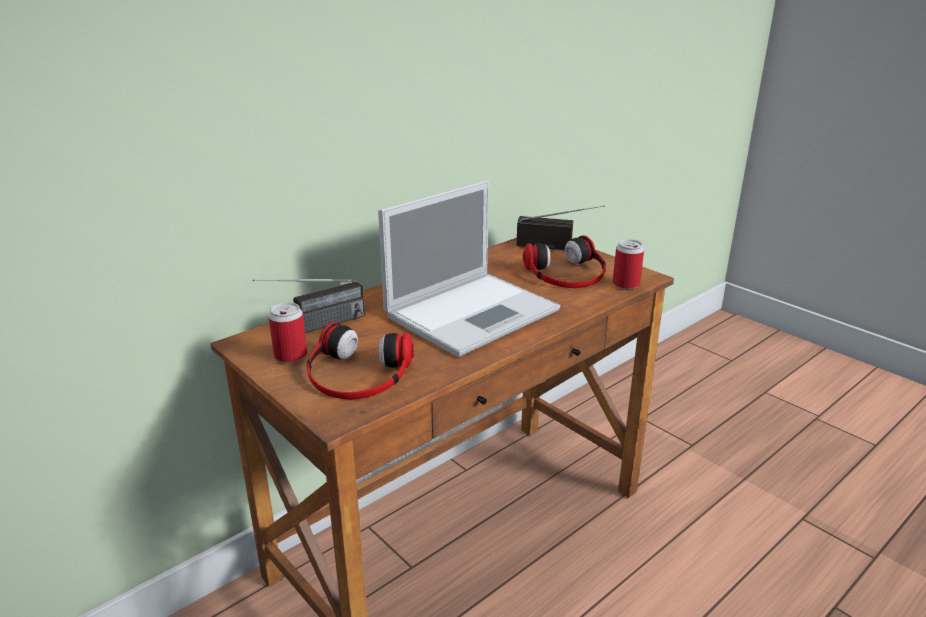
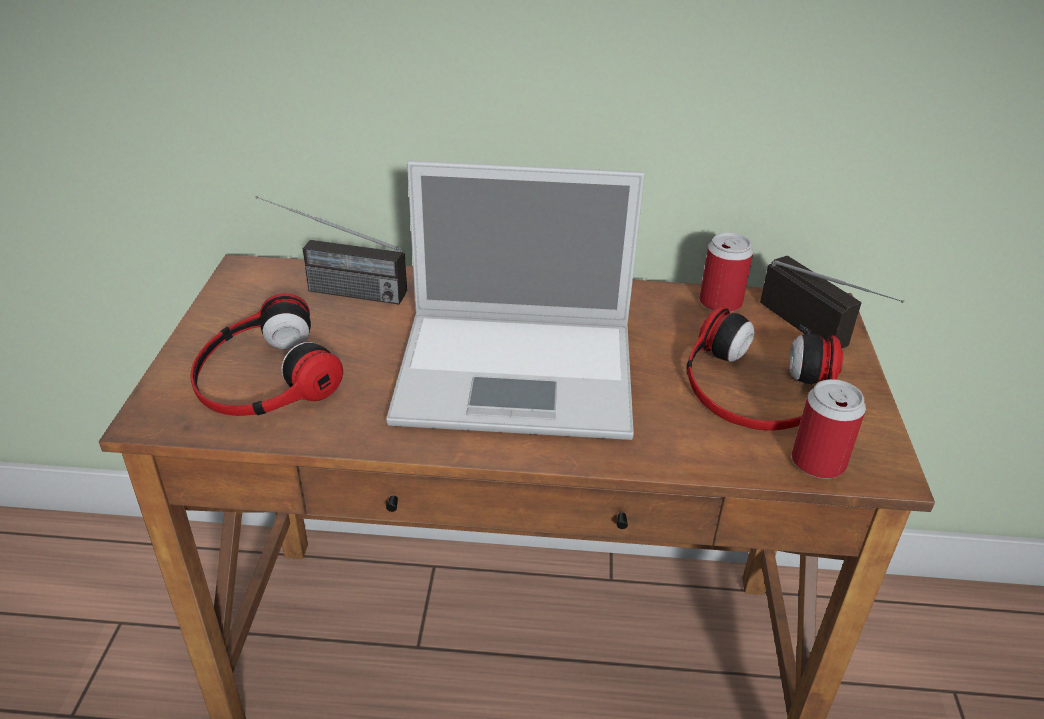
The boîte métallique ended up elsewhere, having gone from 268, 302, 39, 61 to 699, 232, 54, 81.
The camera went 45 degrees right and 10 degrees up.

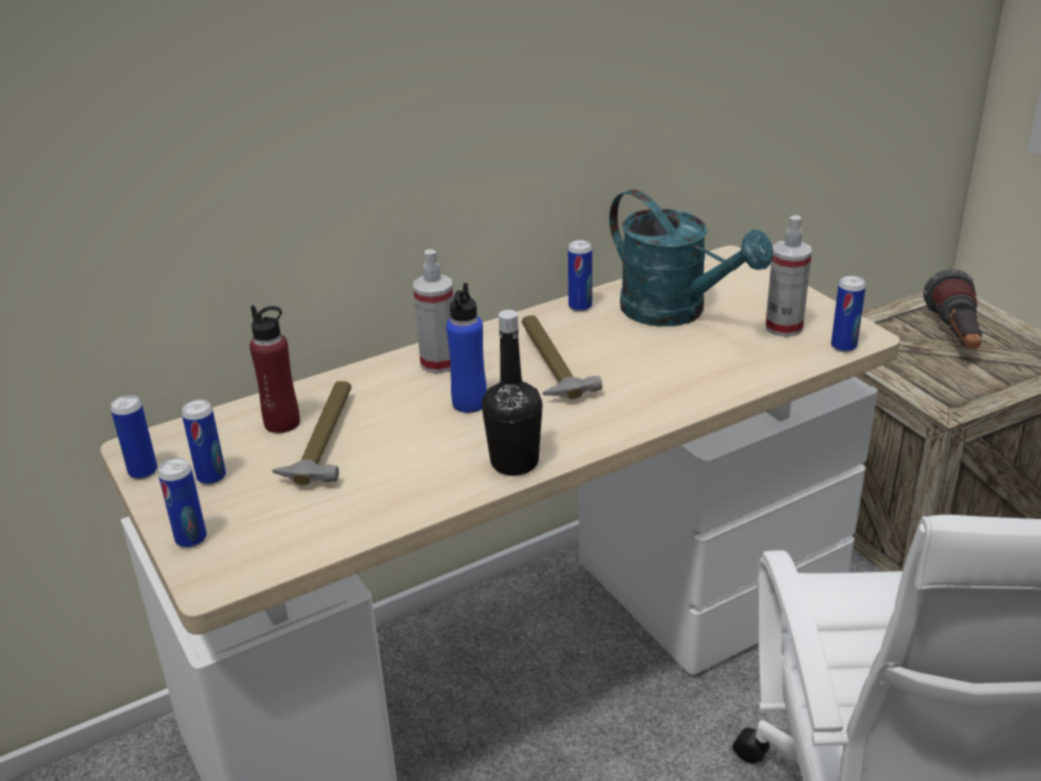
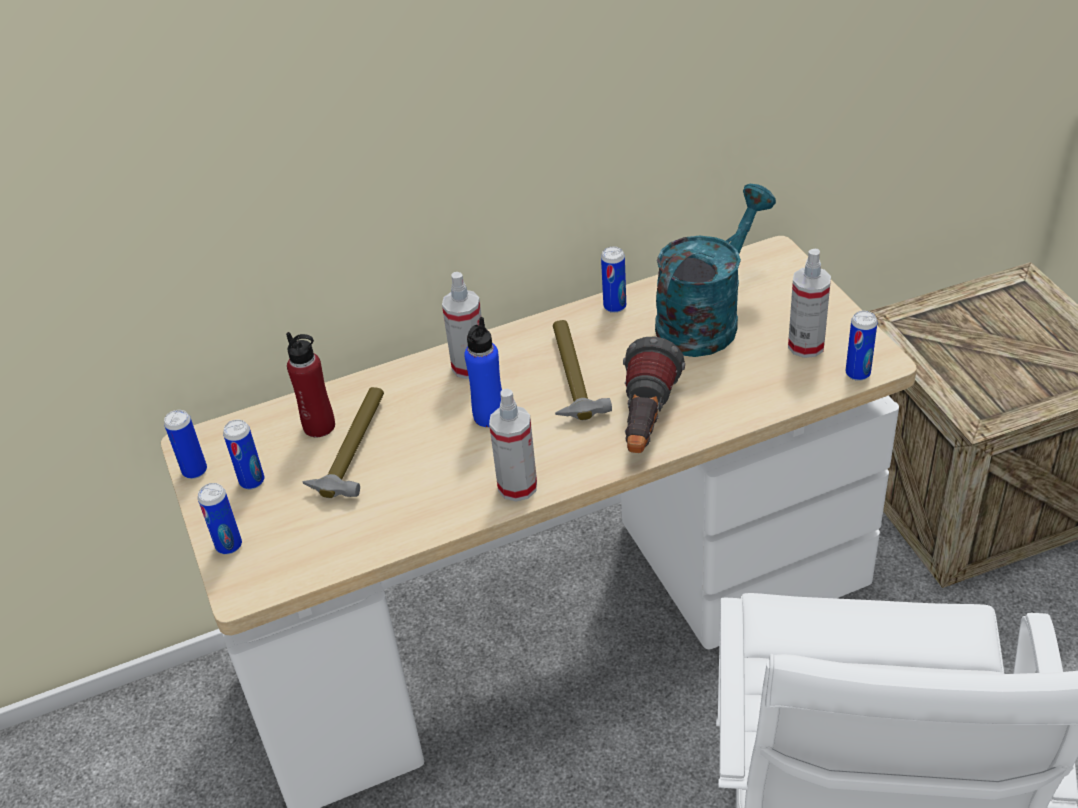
The lampe de poche ended up elsewhere, having gone from 923, 269, 59, 80 to 623, 337, 62, 116.
Where the bouteille/noir stood at 482, 310, 60, 166, the vaporisateur came to stand at 489, 389, 48, 112.
The arrosoir/turquoise at 609, 189, 164, 137 ended up facing another way, 105 degrees counterclockwise from before.
The camera went 10 degrees right and 10 degrees up.

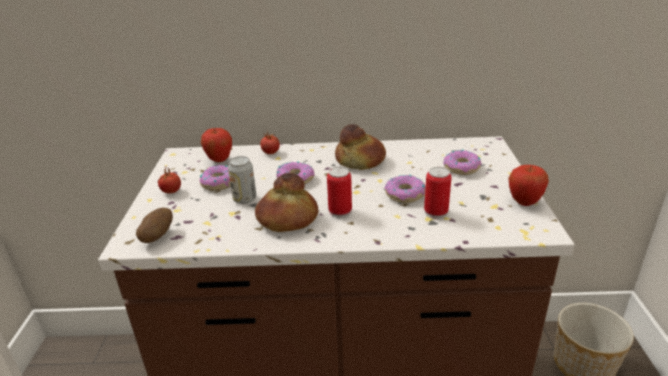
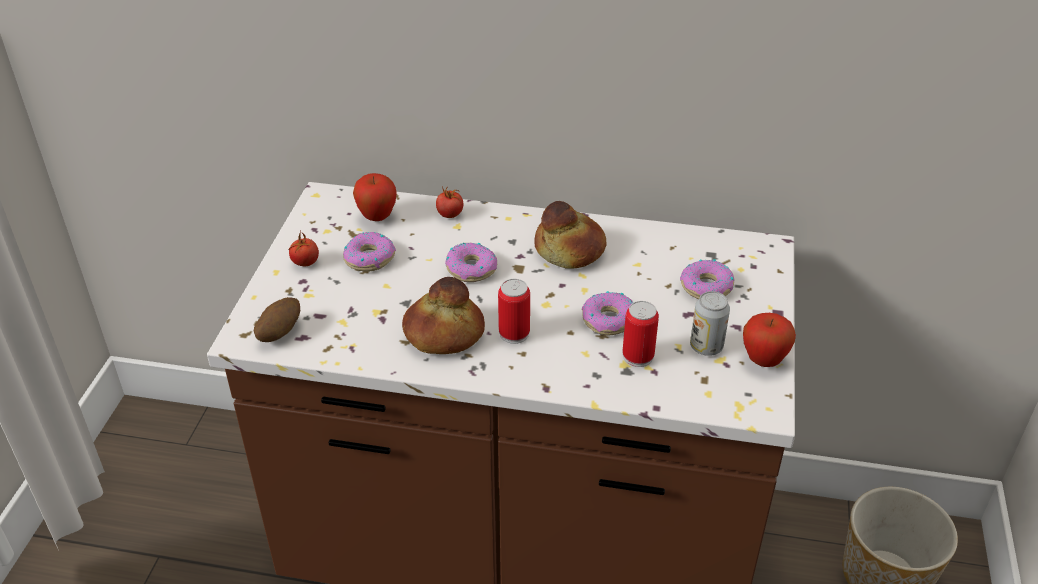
The boîte métallique ended up elsewhere, having gone from 228, 156, 28, 48 to 690, 291, 40, 65.
The camera went 10 degrees right and 10 degrees up.

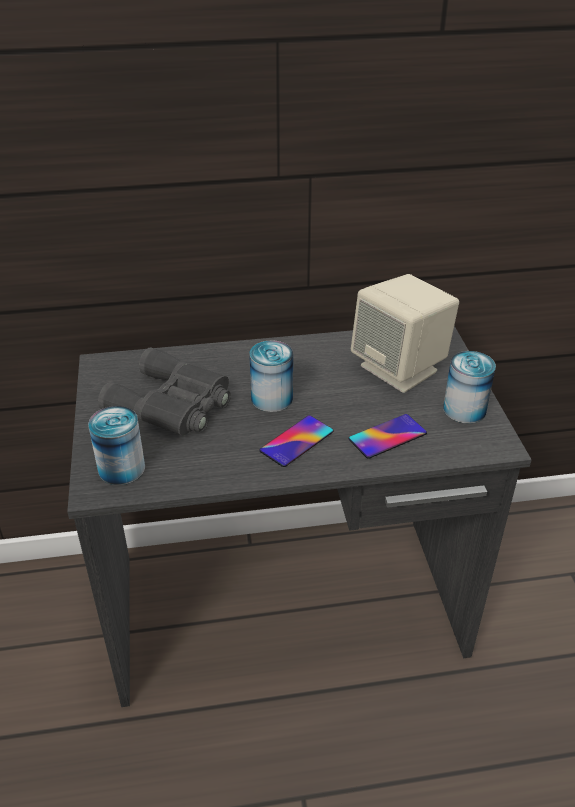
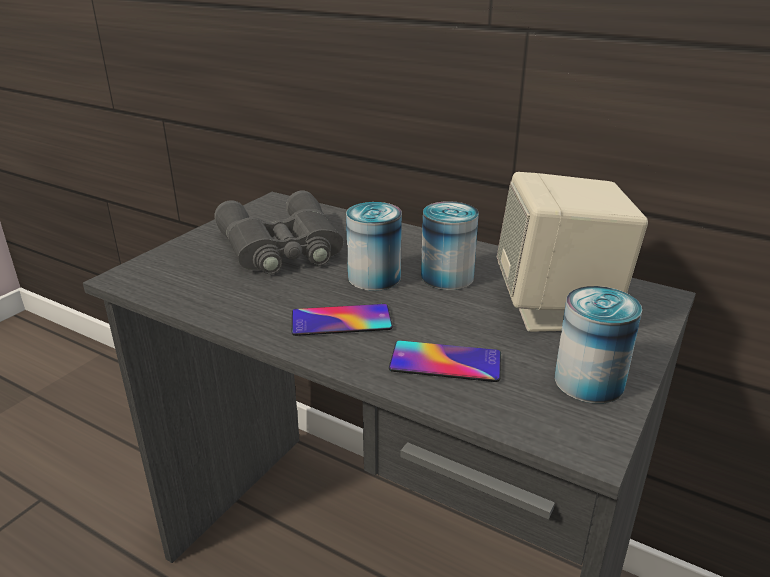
The boîte métallique ended up elsewhere, having gone from 88, 406, 57, 79 to 421, 201, 58, 89.
The camera went 40 degrees right and 10 degrees down.

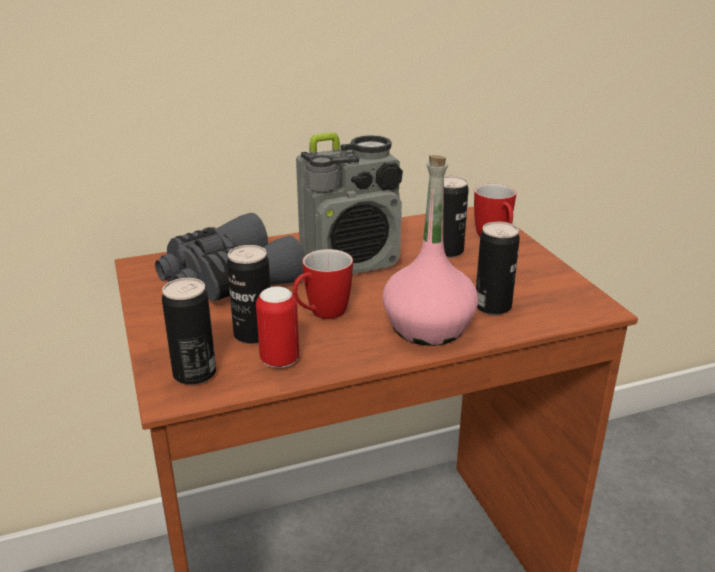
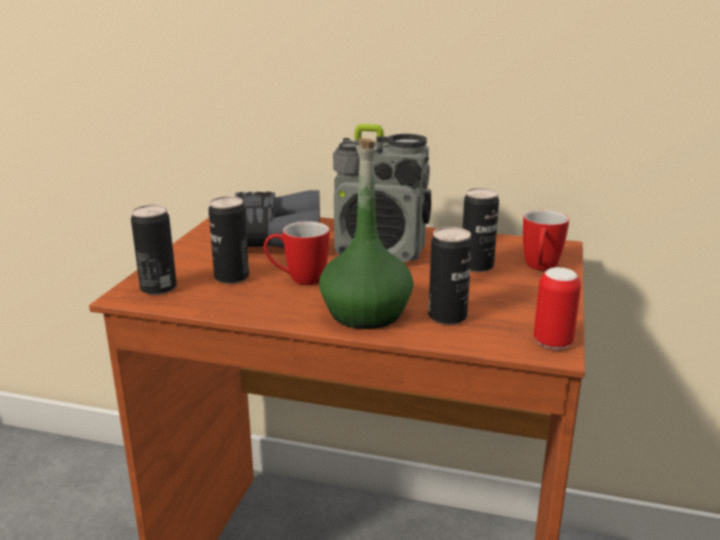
The boîte métallique ended up elsewhere, having gone from 256, 287, 43, 81 to 534, 267, 47, 82.
What was the bouteille/rose at 382, 155, 96, 191 turned into the bouteille/vert at 319, 138, 94, 191.
The camera went 35 degrees right and 5 degrees down.

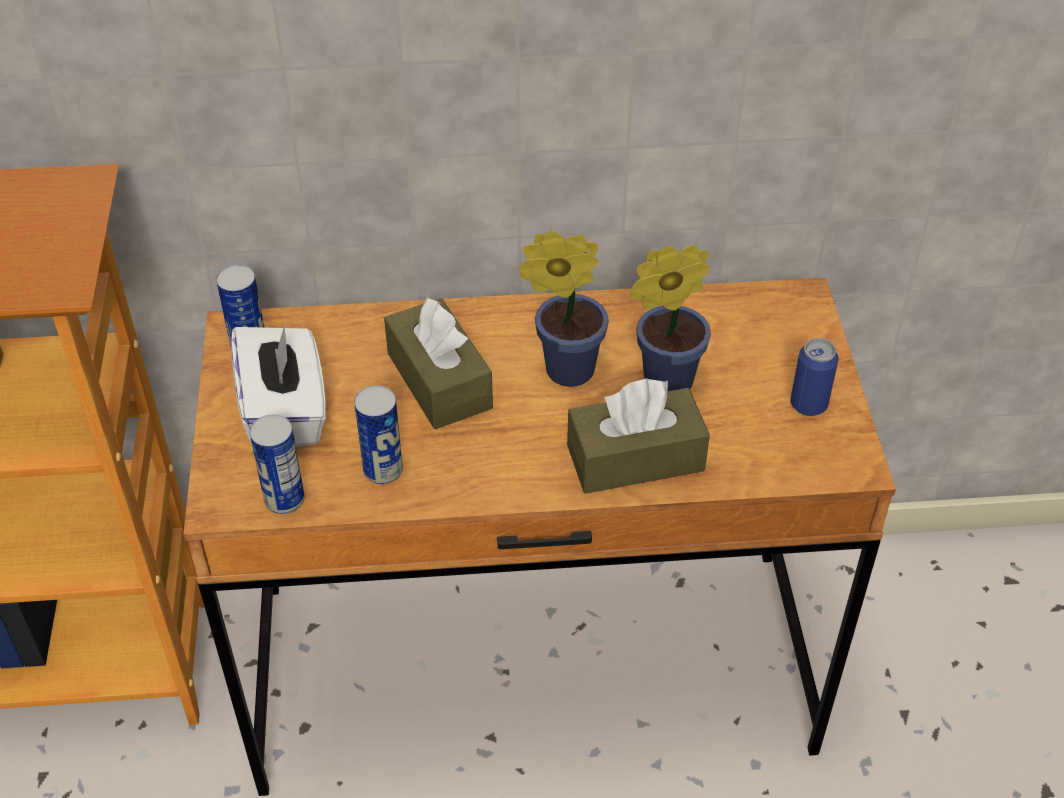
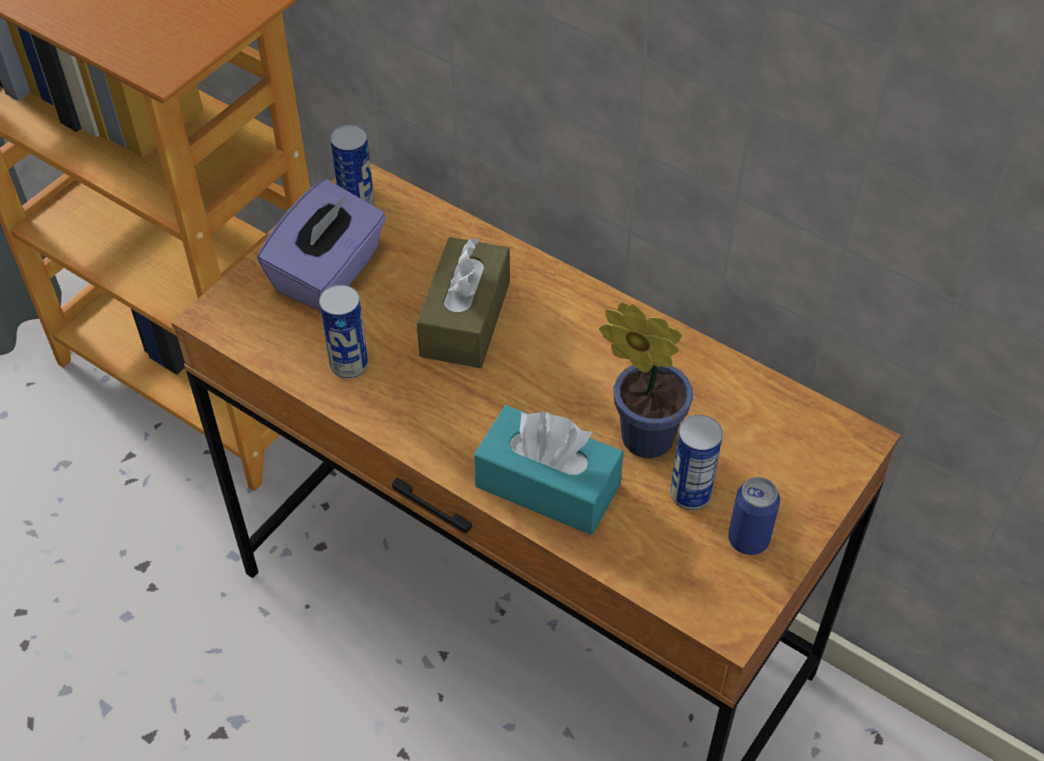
The second view lost the plante en pot at 518, 231, 91, 156.
The boîte métallique ended up elsewhere, having gone from 250, 414, 55, 100 to 670, 415, 53, 95.
What was the boîte à mouchoirs/blanc at 231, 322, 95, 125 turned into the boîte à mouchoirs/violet at 257, 179, 129, 131.
What was the boîte à mouchoirs/marron at 567, 378, 143, 116 turned into the boîte à mouchoirs/turquoise at 474, 405, 150, 130.
The camera went 40 degrees right and 5 degrees up.

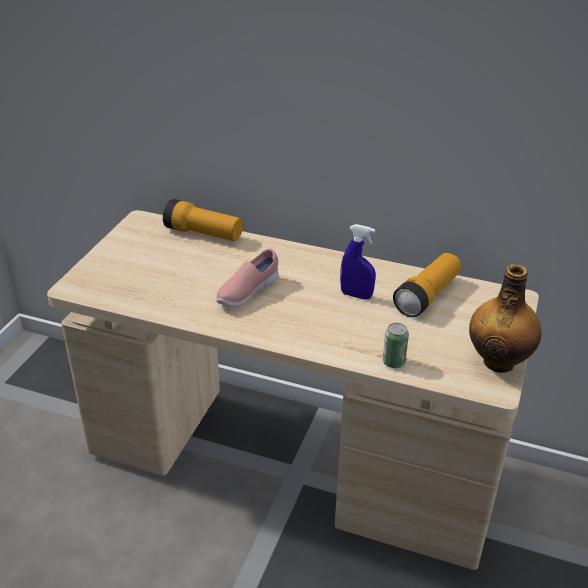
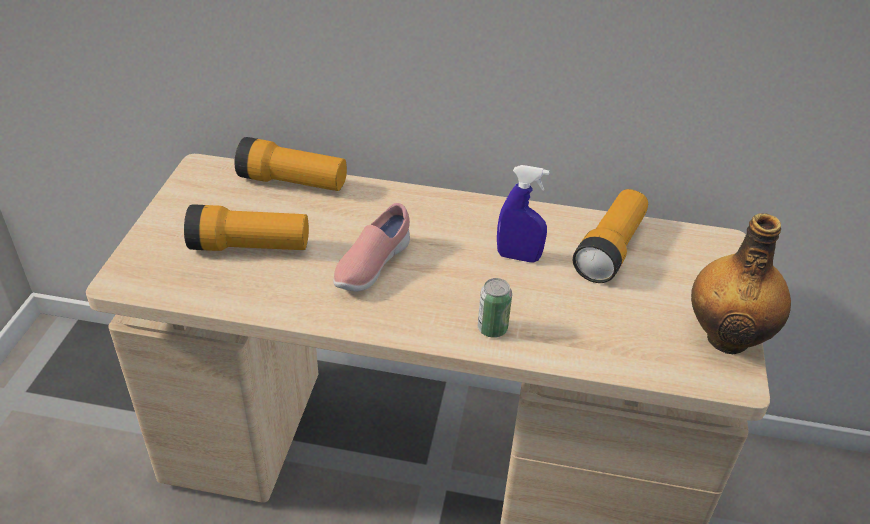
The second view gained the lampe de poche at 184, 205, 125, 46.
The boîte métallique ended up elsewhere, having gone from 382, 323, 27, 45 to 478, 278, 34, 60.
The camera went 10 degrees left and 5 degrees up.

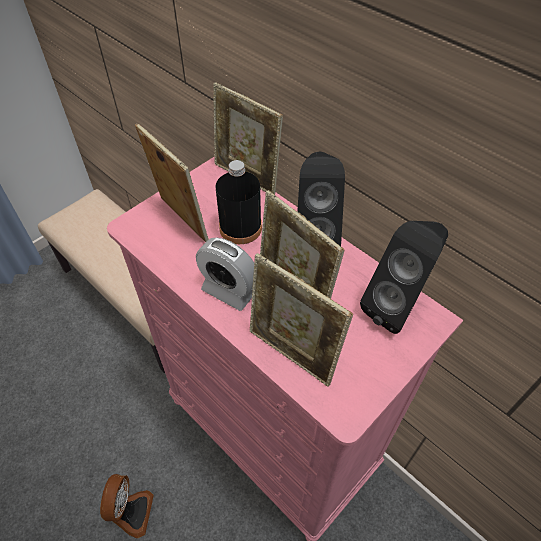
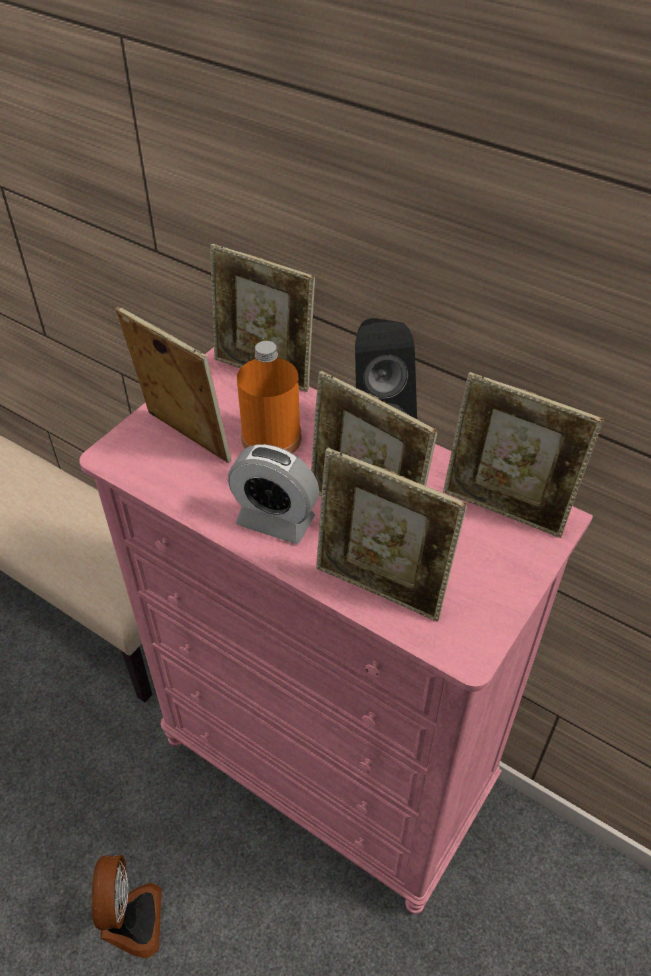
Where the enceinte/noir stood at 360, 221, 88, 113, the cadre photo came to stand at 443, 372, 161, 166.
What was the bouteille/noir at 216, 160, 46, 84 turned into the bouteille/orange at 237, 341, 64, 112.
The camera went 10 degrees left and 5 degrees down.

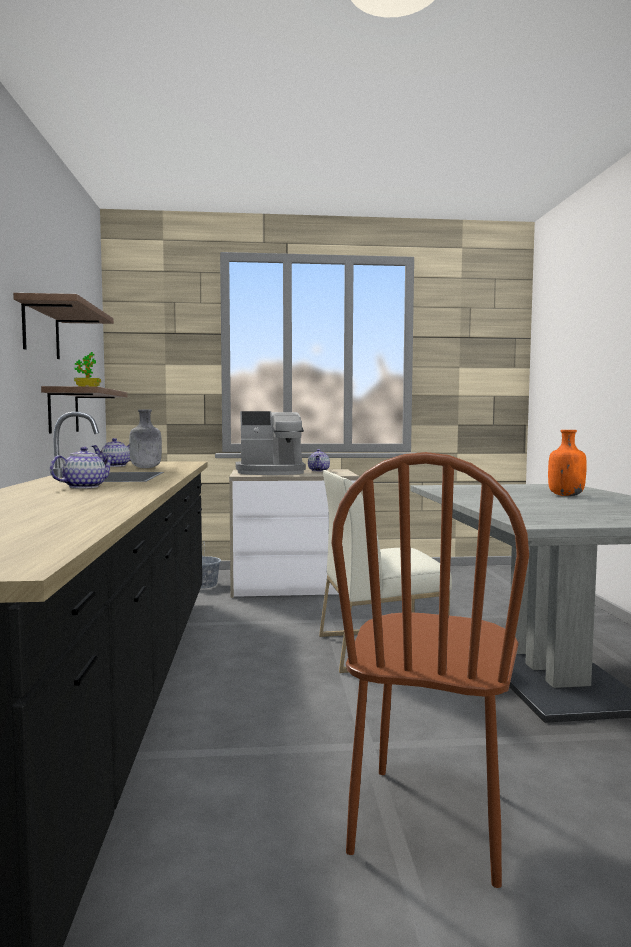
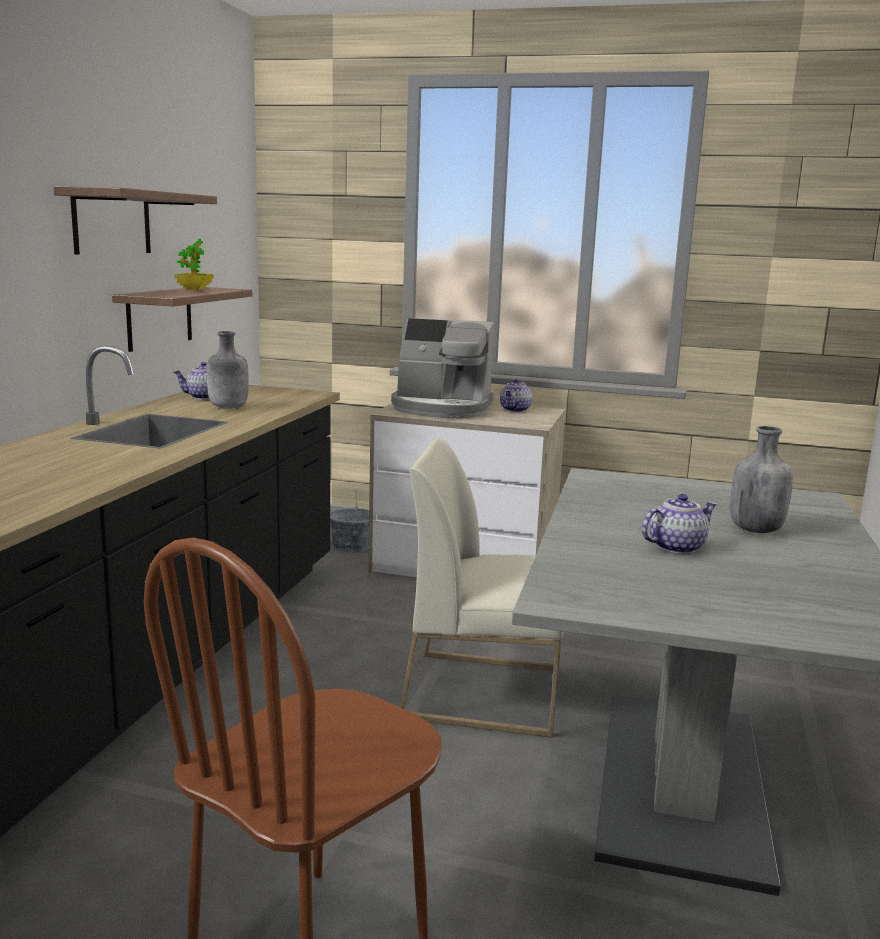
The théière ended up elsewhere, having gone from 50, 447, 65, 42 to 642, 494, 75, 60.
What was the bouteille/orange at 548, 430, 39, 66 turned into the bouteille/gris at 730, 426, 63, 107.
The camera went 20 degrees right and 10 degrees up.

